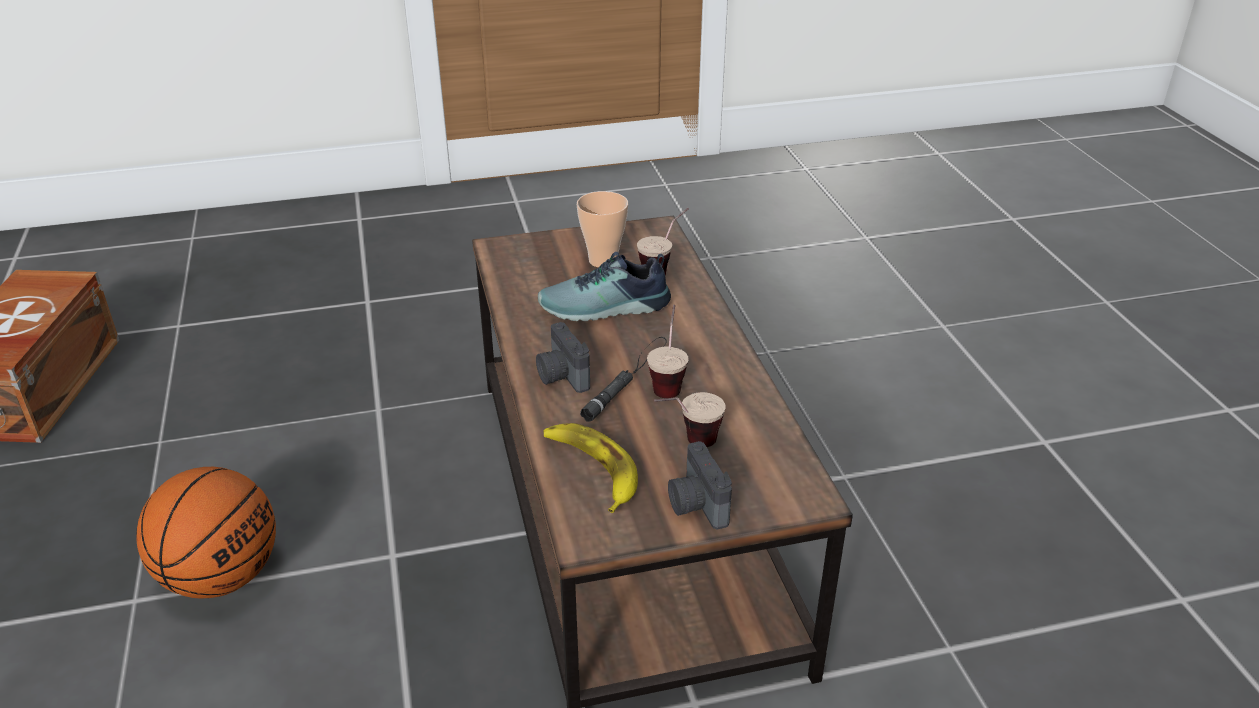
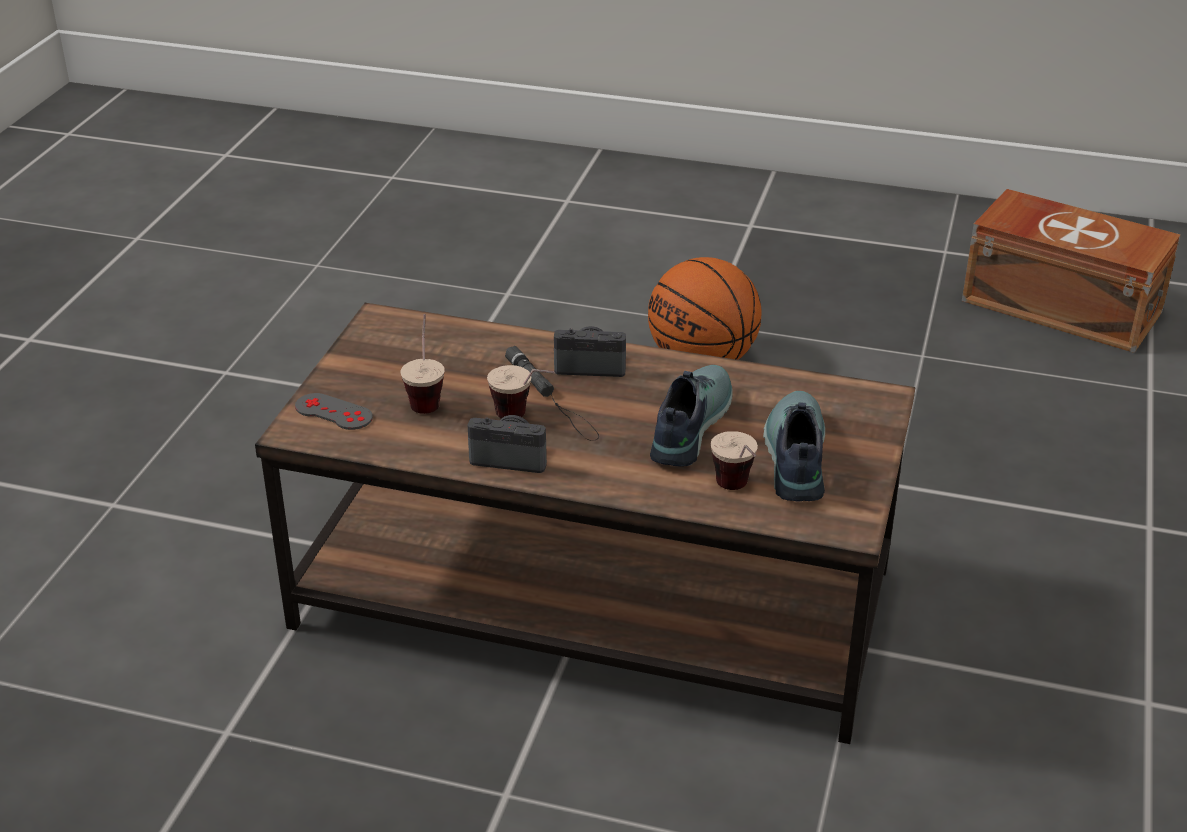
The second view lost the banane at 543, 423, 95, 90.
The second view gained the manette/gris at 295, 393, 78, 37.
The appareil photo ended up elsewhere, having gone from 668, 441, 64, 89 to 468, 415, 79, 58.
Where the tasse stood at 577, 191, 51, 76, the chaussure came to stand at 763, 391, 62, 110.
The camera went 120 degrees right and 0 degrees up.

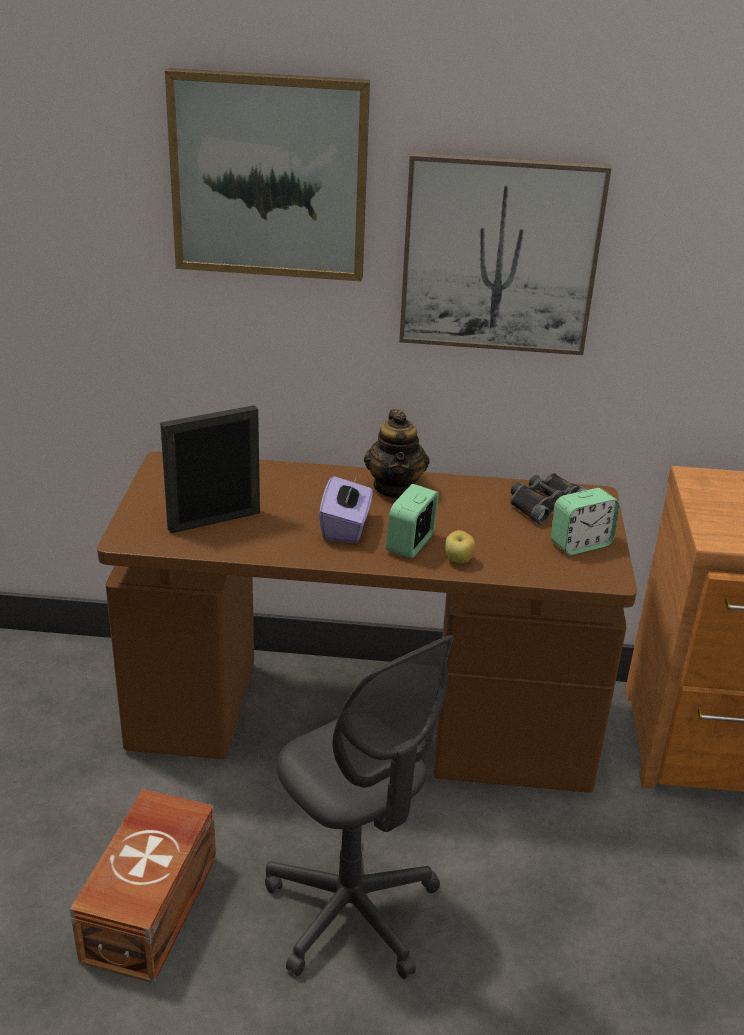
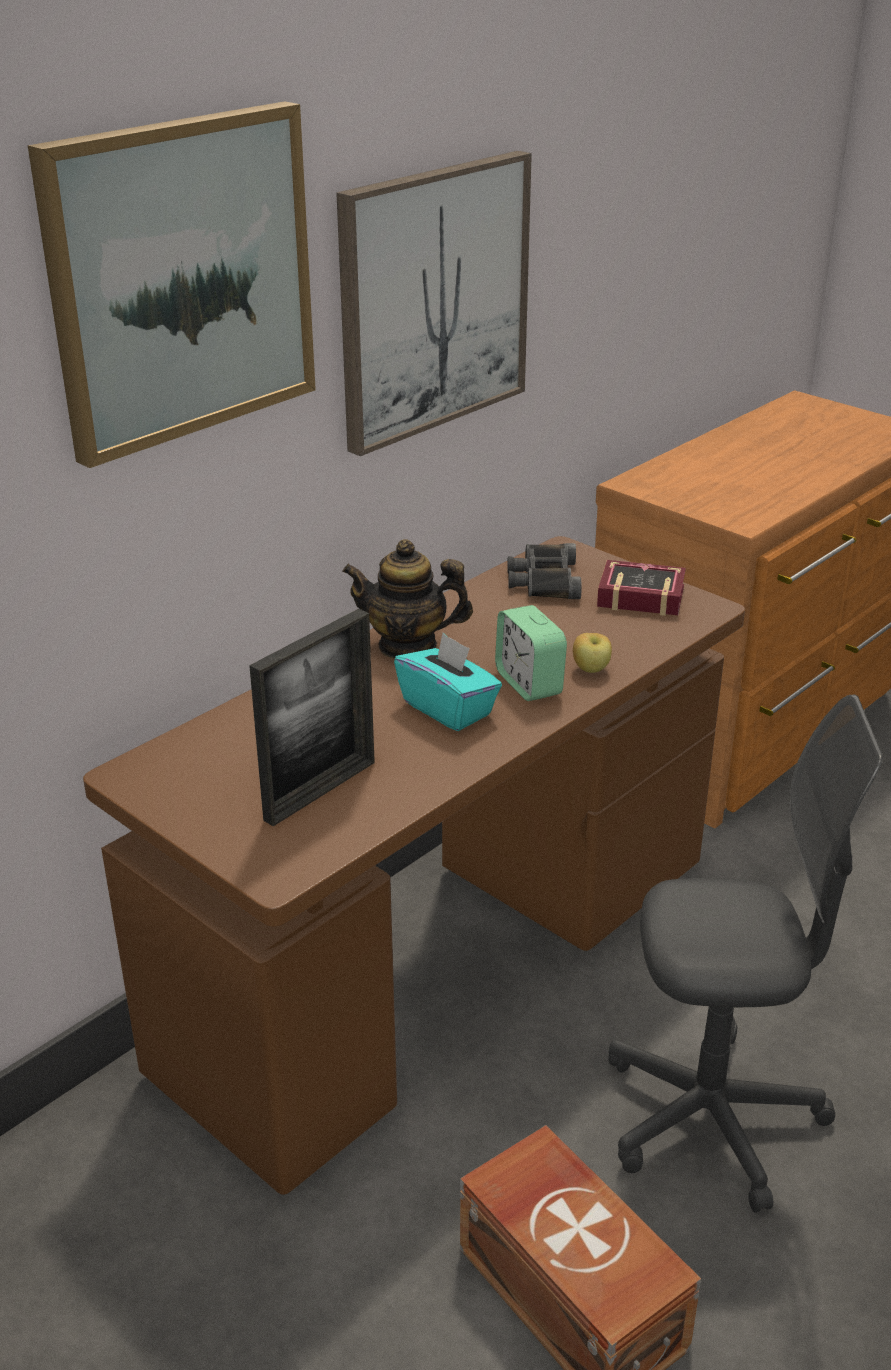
Where the réveil stood at 551, 488, 69, 67, the livre came to stand at 597, 560, 89, 56.
What was the boîte à mouchoirs/violet at 319, 475, 54, 68 turned into the boîte à mouchoirs/turquoise at 394, 633, 108, 98.
The cadre photo at 160, 405, 100, 128 ended up facing another way, 150 degrees counterclockwise from before.
The théière at 364, 409, 66, 90 ended up facing another way, 150 degrees clockwise from before.
The camera went 50 degrees left and 0 degrees up.

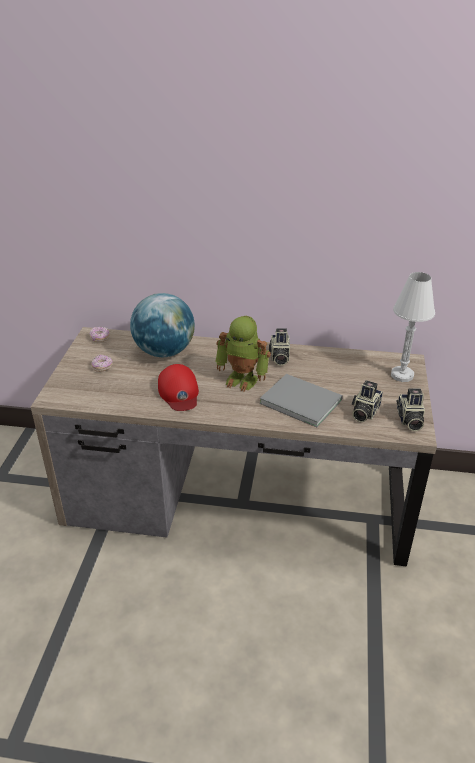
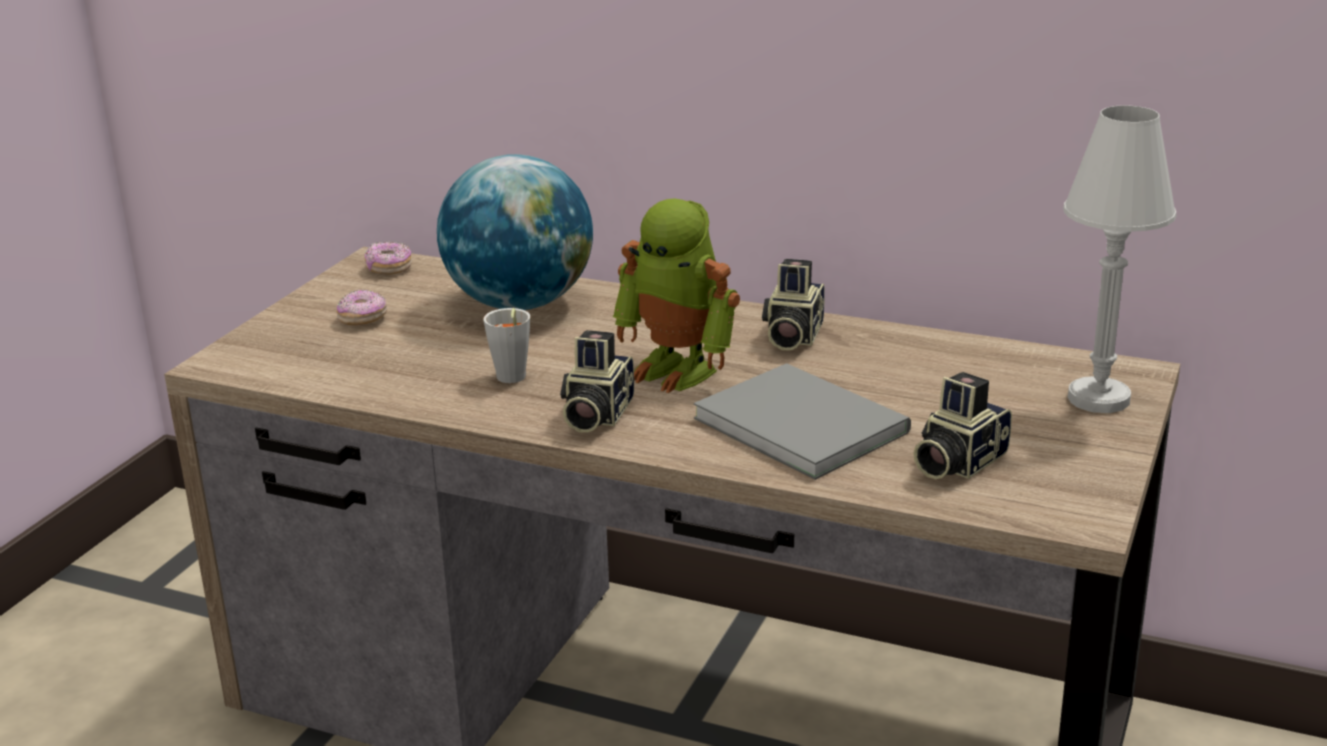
The appareil photo ended up elsewhere, having gone from 396, 388, 29, 43 to 560, 330, 74, 103.
Where the casquette/rouge stood at 158, 364, 41, 47, the tasse/gris came to stand at 483, 308, 47, 75.
The camera went 15 degrees right and 10 degrees down.

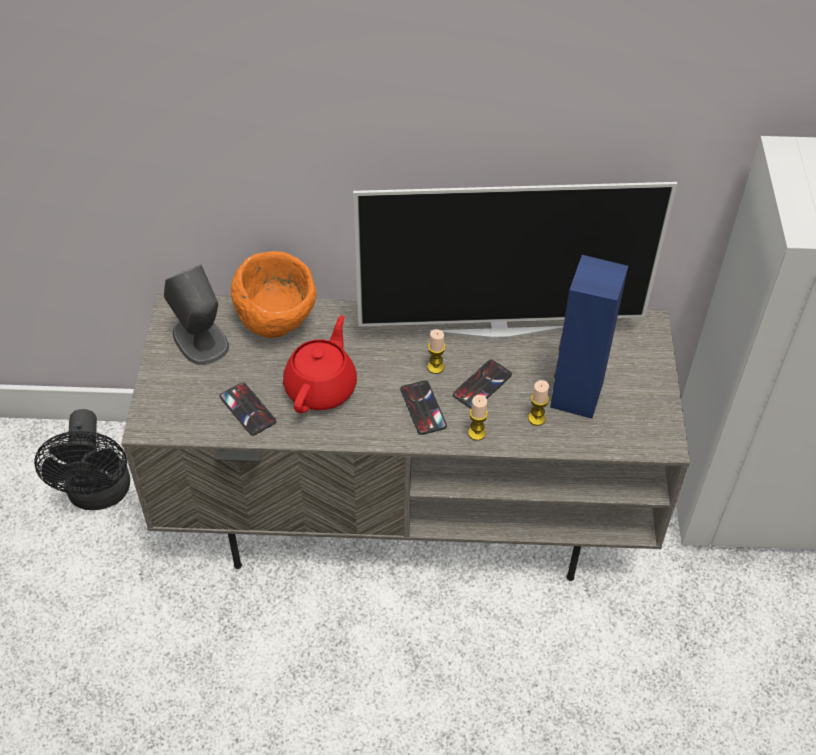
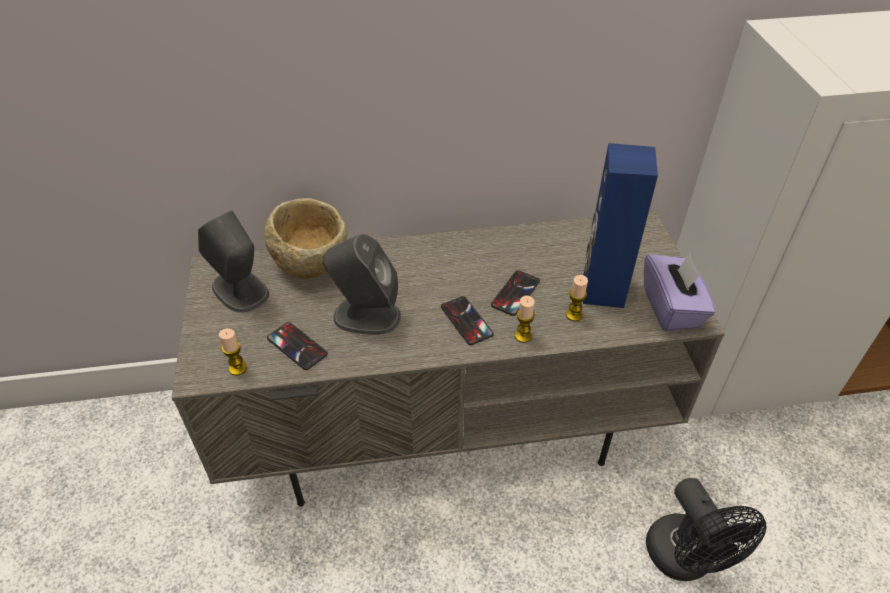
The second view lost the téléviseur at 353, 182, 324, 157.
The second view gained the boîte à mouchoirs/violet at 644, 253, 72, 78.
The ventilateur/noir ended up elsewhere, having gone from 34, 409, 96, 101 to 646, 478, 120, 103.
The bougie ended up elsewhere, having gone from 427, 329, 18, 45 to 219, 329, 28, 47.
Where the théière/rouge stood at 283, 315, 74, 99, the enceinte/gris came to stand at 323, 234, 78, 101.
What was the bol/orange at 231, 251, 85, 87 turned into the bol/beige at 264, 198, 84, 81.
The camera went 10 degrees left and 5 degrees down.

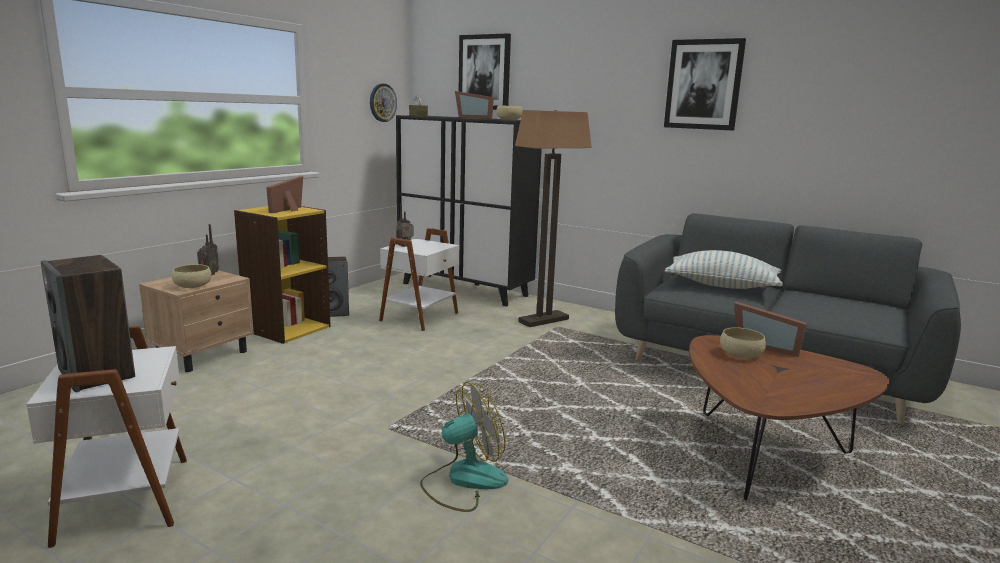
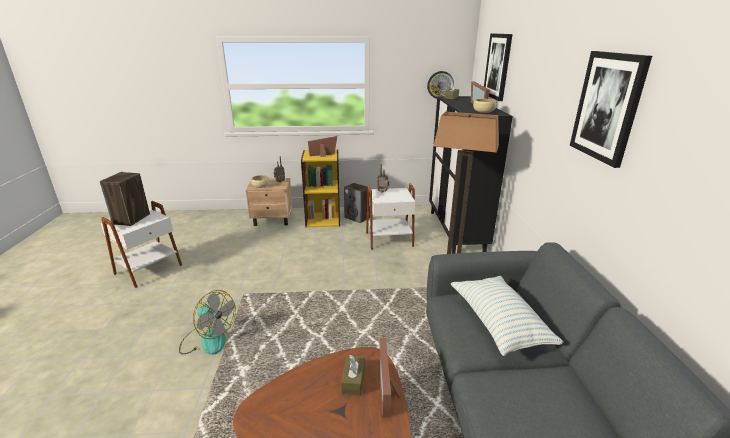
Where the bol/beige stood at 720, 327, 46, 32, the boîte à mouchoirs/marron came to stand at 341, 355, 24, 41.
The camera went 55 degrees right and 10 degrees up.

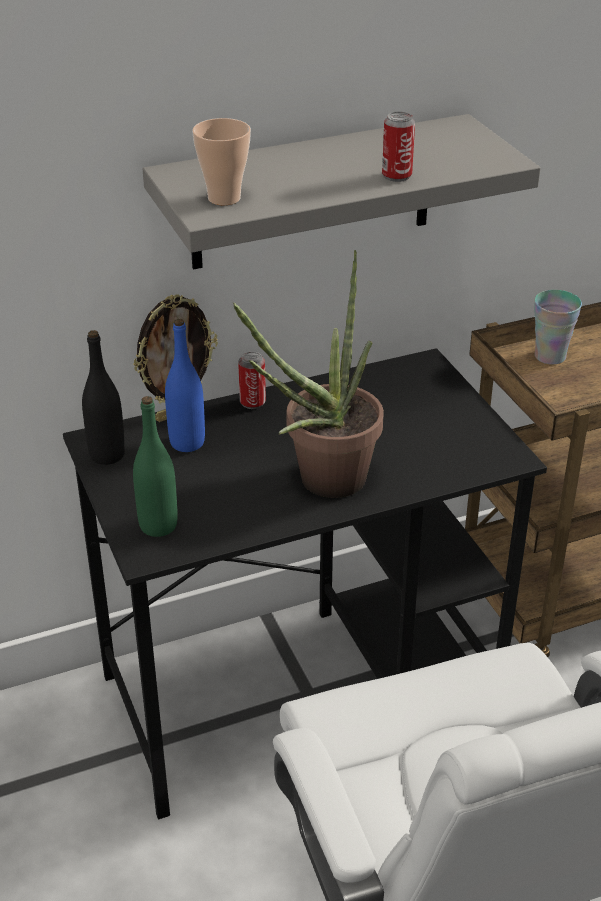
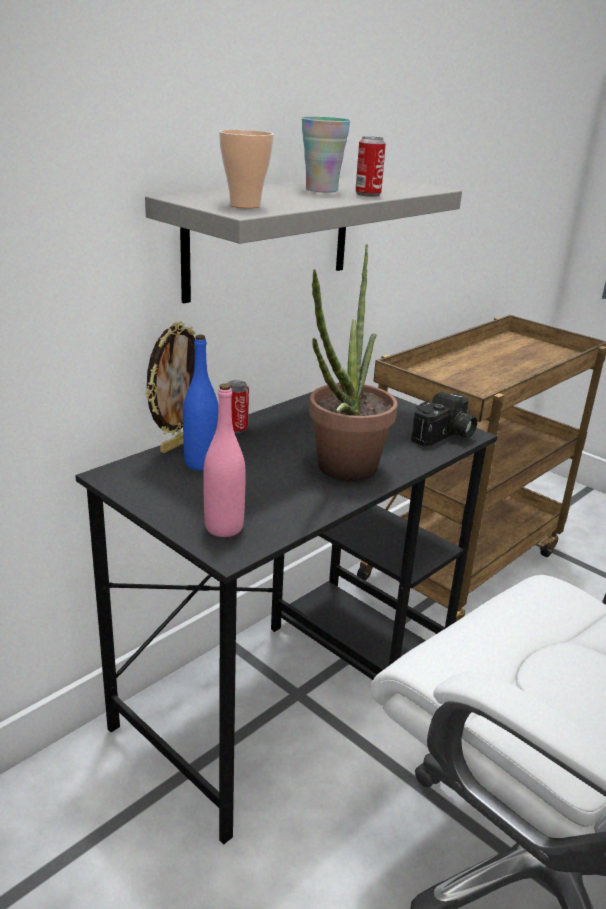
The second view lost the bouteille/noir at 82, 330, 43, 135.
The second view gained the appareil photo at 411, 392, 66, 55.
The tasse ended up elsewhere, having gone from 534, 290, 48, 75 to 302, 117, 48, 76.
What was the bouteille/vert at 133, 396, 45, 141 turned into the bouteille/rose at 203, 383, 43, 154.
The camera went 25 degrees left and 10 degrees down.

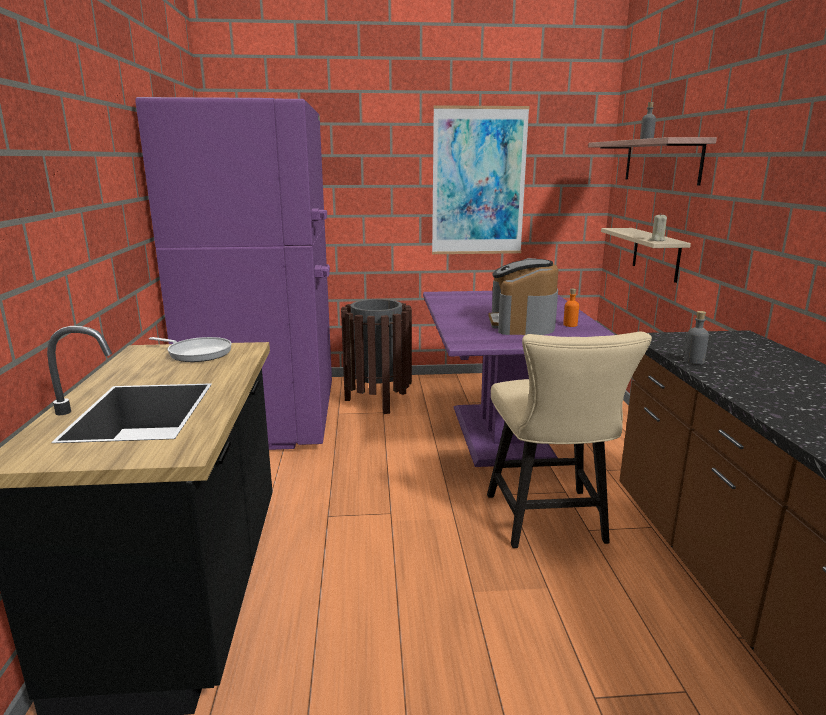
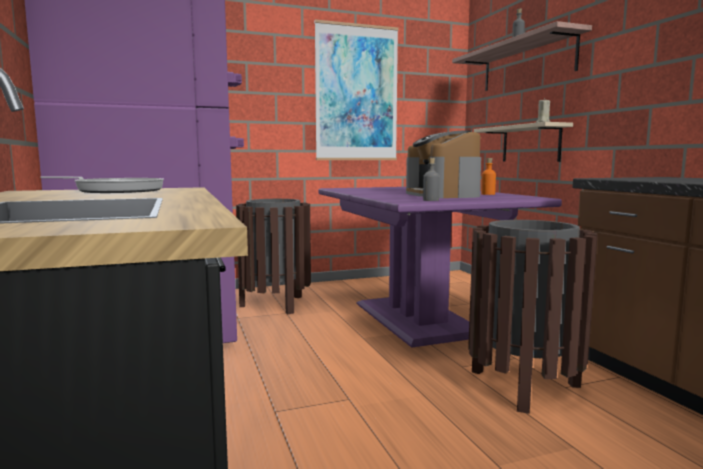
The bouteille/gris ended up elsewhere, having gone from 684, 311, 25, 53 to 423, 158, 17, 43.
Where the chaise/beige stood at 487, 332, 165, 216, the poubelle/marron came to stand at 468, 220, 130, 194.
The camera went 15 degrees left and 10 degrees down.

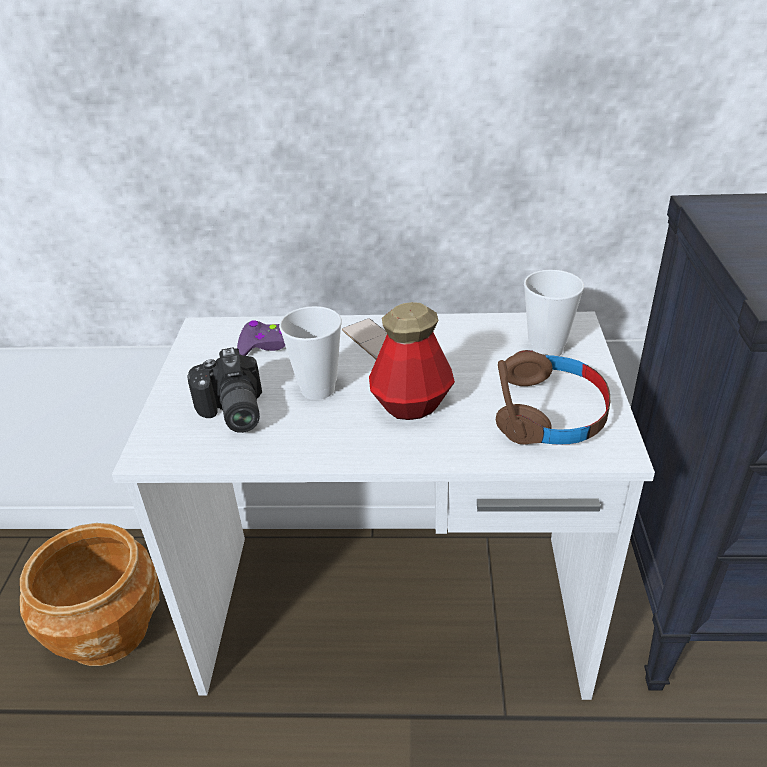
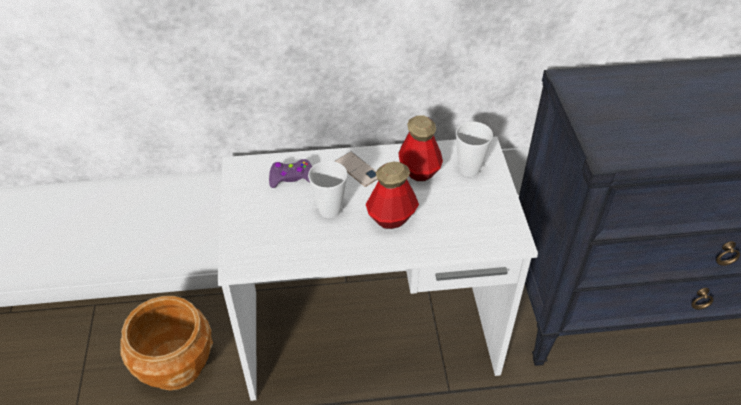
The second view lost the appareil photo at 187, 347, 75, 86.
The second view lost the casque audio/marron at 495, 350, 115, 95.
The second view gained the bouteille at 398, 115, 45, 66.
The camera went 10 degrees left and 10 degrees up.

